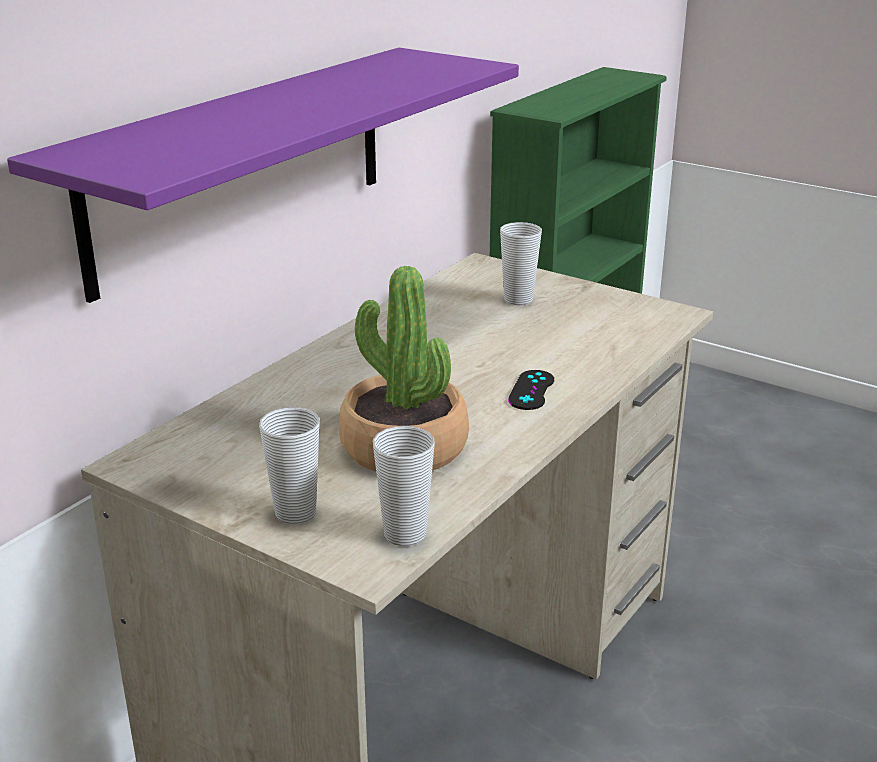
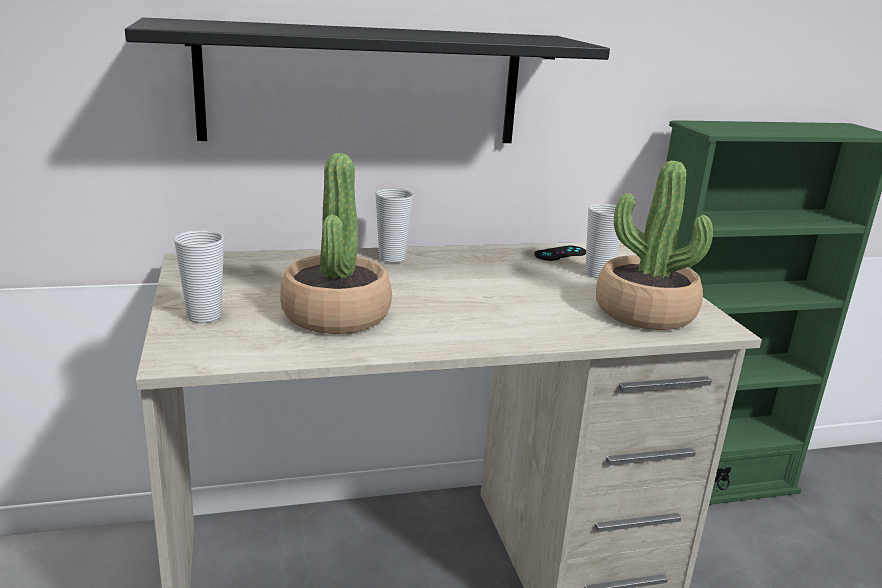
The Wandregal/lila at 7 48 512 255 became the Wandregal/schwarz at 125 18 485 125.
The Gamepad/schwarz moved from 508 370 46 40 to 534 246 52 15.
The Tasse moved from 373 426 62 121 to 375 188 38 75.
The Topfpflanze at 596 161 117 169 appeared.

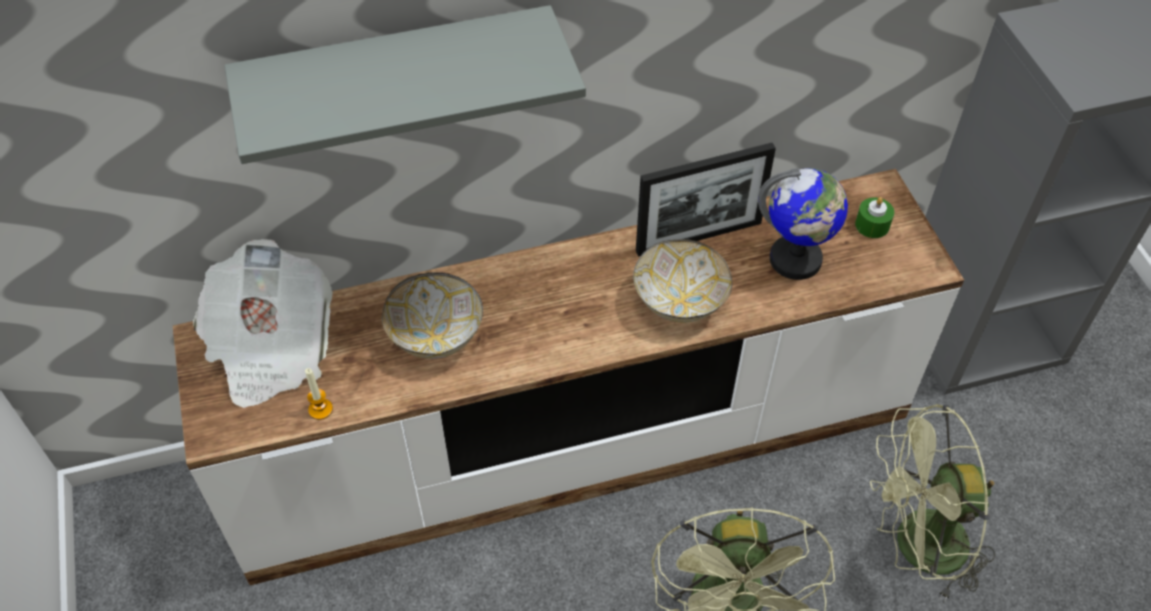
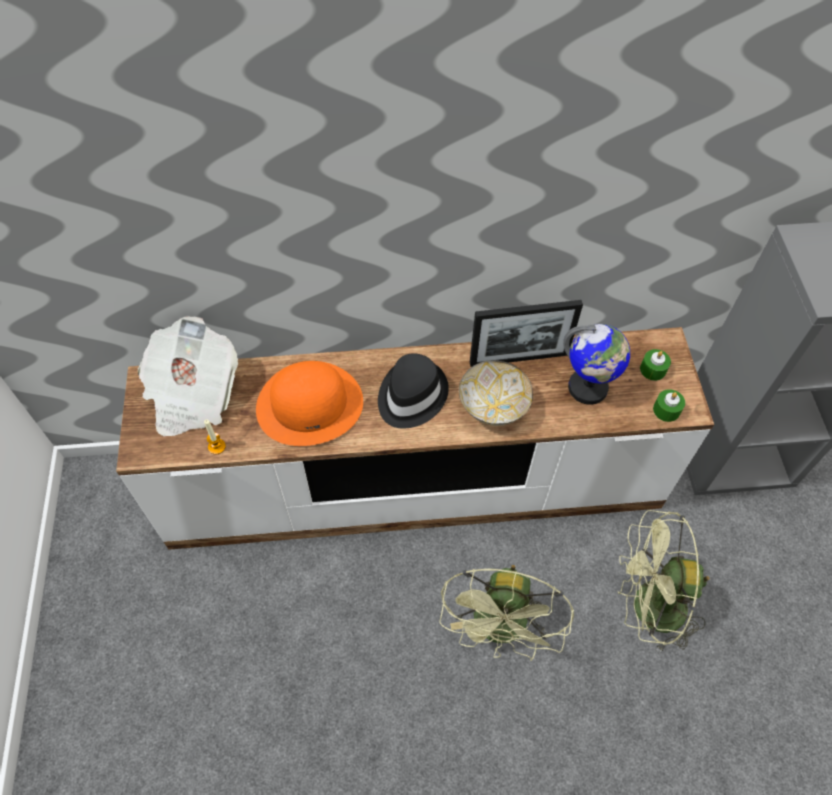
The Wandregal/grau at 224 5 362 159 disappeared.
The Schüssel at 382 272 101 87 was replaced by the Hut/orange at 256 361 107 85.
The Hut/schwarz at 378 353 71 76 appeared.
The Kerze/grün at 653 389 32 33 appeared.

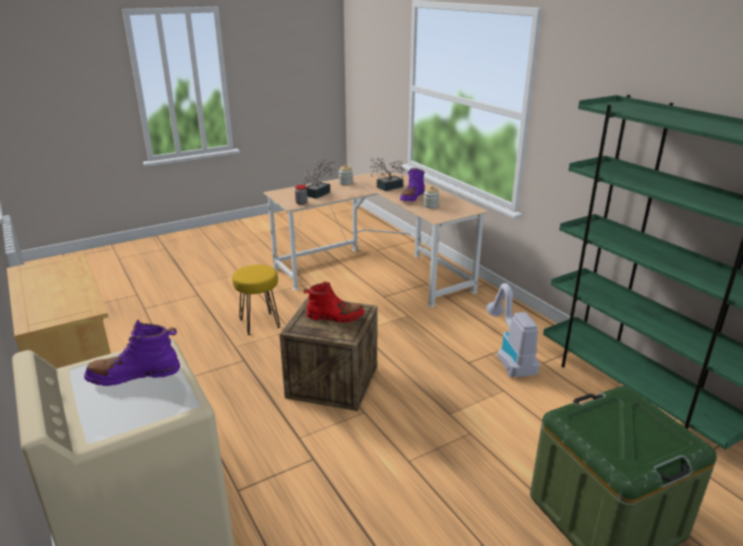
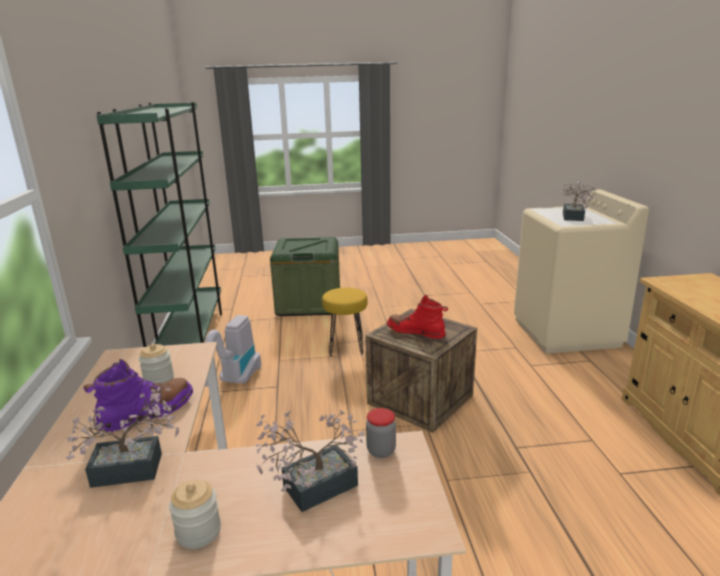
The Hocker/gelb moved from 232 265 48 70 to 322 288 46 68.
The Stiefel/lila at 84 320 96 66 was replaced by the Topfpflanze at 561 181 36 40.

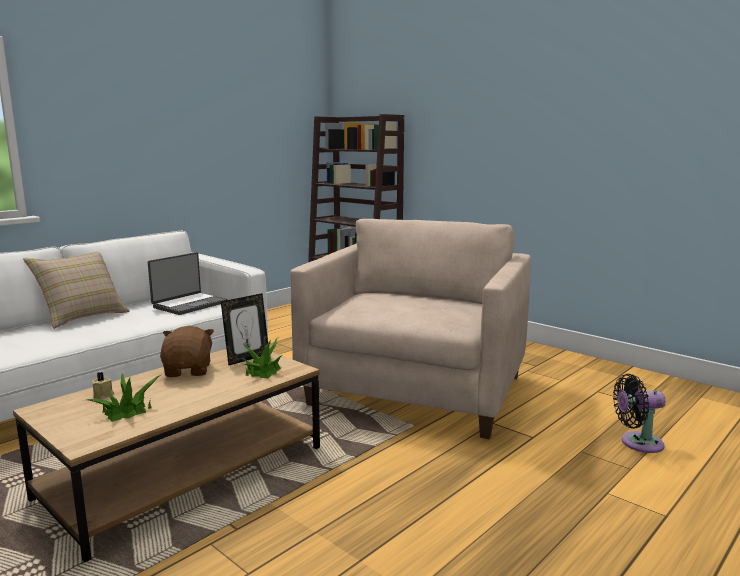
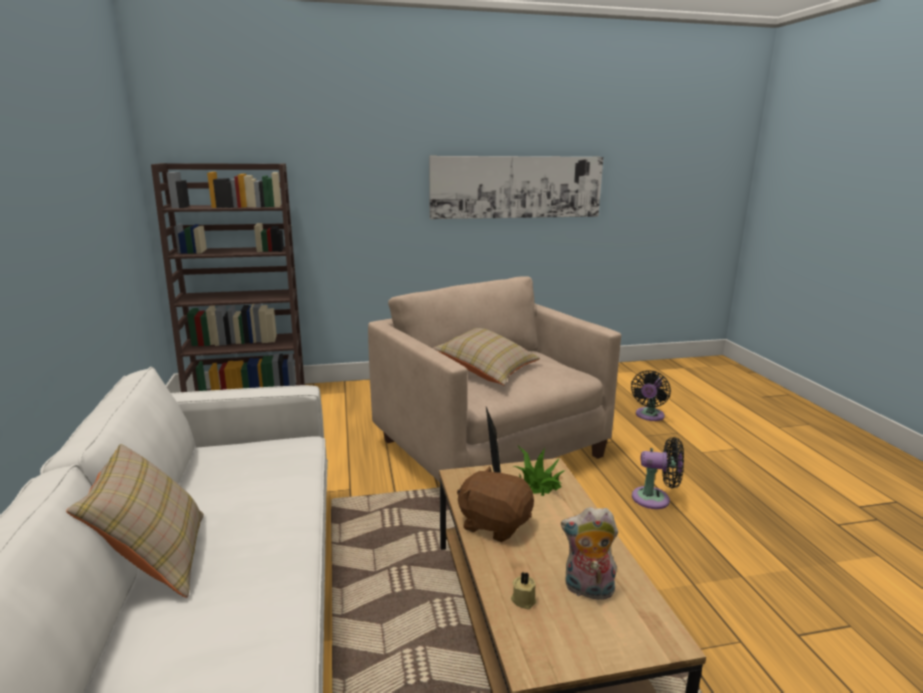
The Laptop at 148 252 80 63 disappeared.
The Topfpflanze at 87 373 74 49 was replaced by the Plüschtier at 561 507 57 93.
The Bild at 429 156 174 63 appeared.
The Kissen/beige at 433 328 107 58 appeared.
The Ventilator/schwarz at 632 437 52 72 appeared.

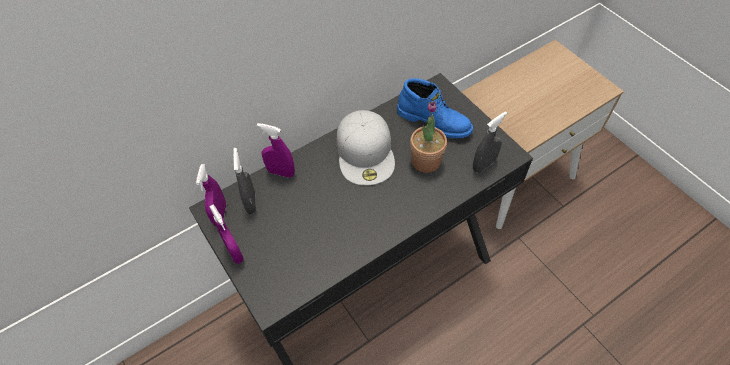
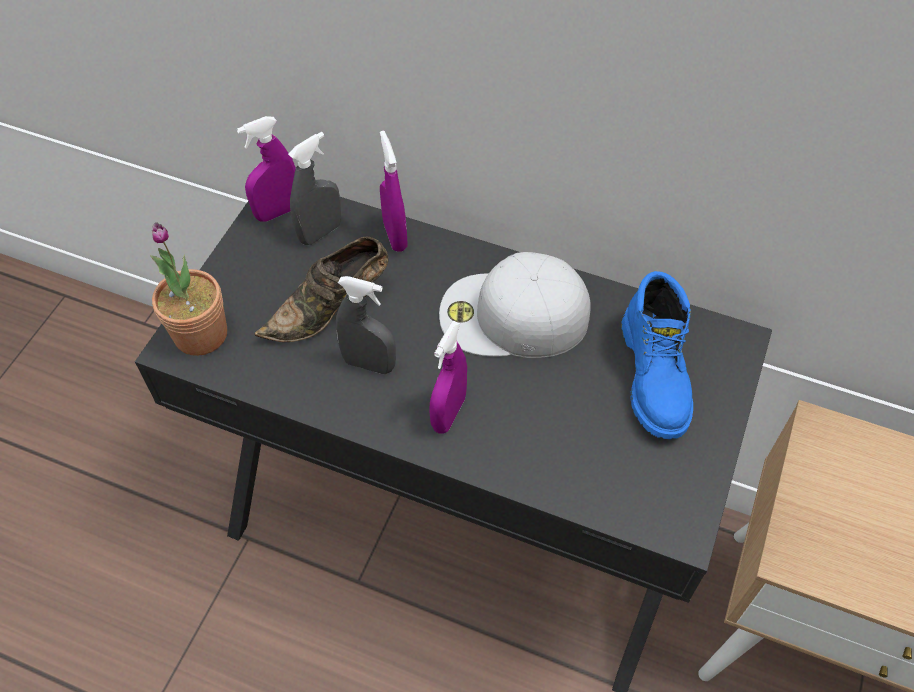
The Topfpflanze moved from 410 101 37 72 to 150 222 77 134.
The Kappe/weiß at 337 110 58 75 turned 45 degrees clockwise.
The Sprühflasche/grau moved from 473 111 34 62 to 336 276 60 98.
The Sprühflasche/lila moved from 209 204 35 60 to 430 321 37 113.
The Schuh/braun at 254 237 135 105 appeared.

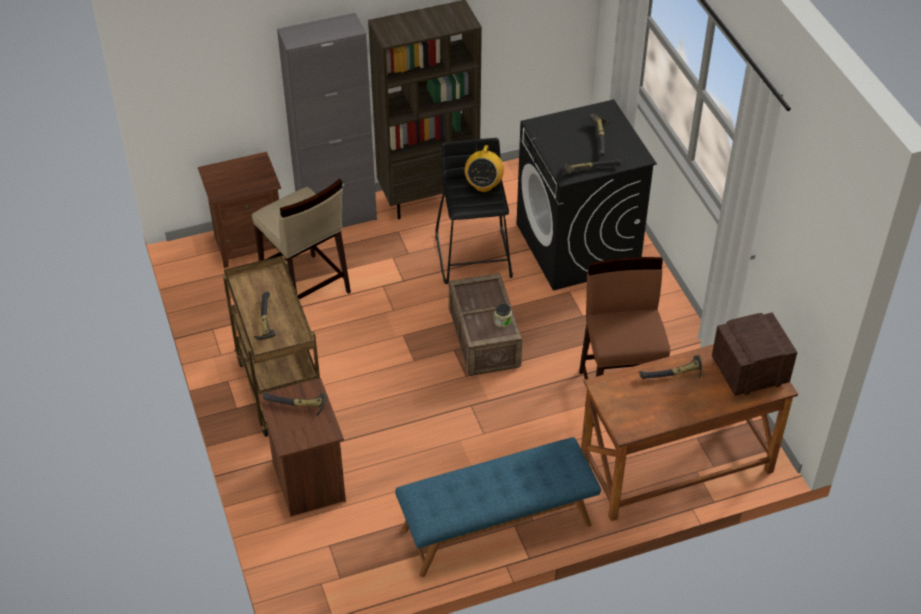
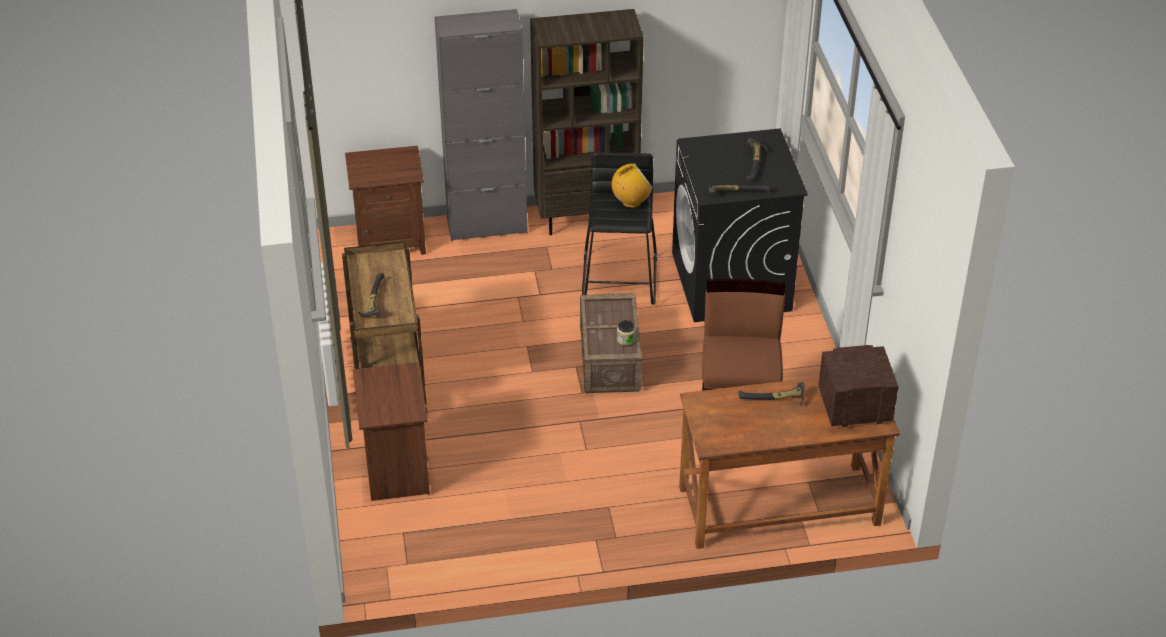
The Radio at 465 143 39 49 turned 135 degrees counterclockwise.
The Hocker/beige at 252 179 99 120 disappeared.
The Hammer at 263 391 64 25 disappeared.
The Bank/blau at 395 437 206 140 disappeared.

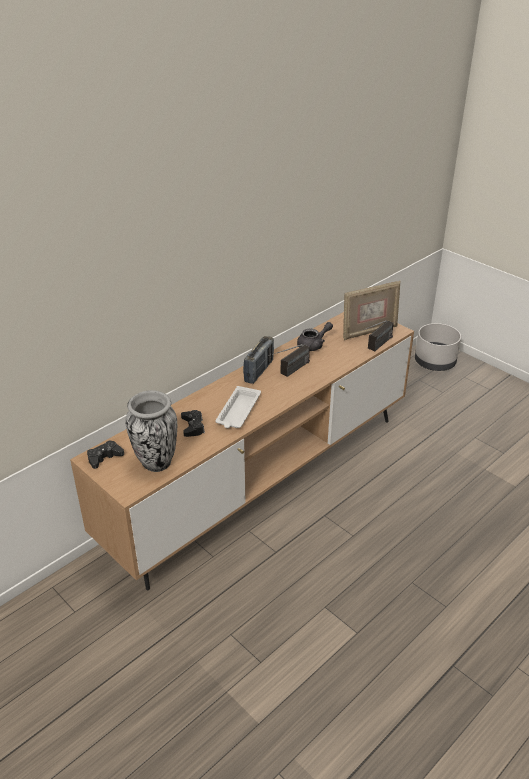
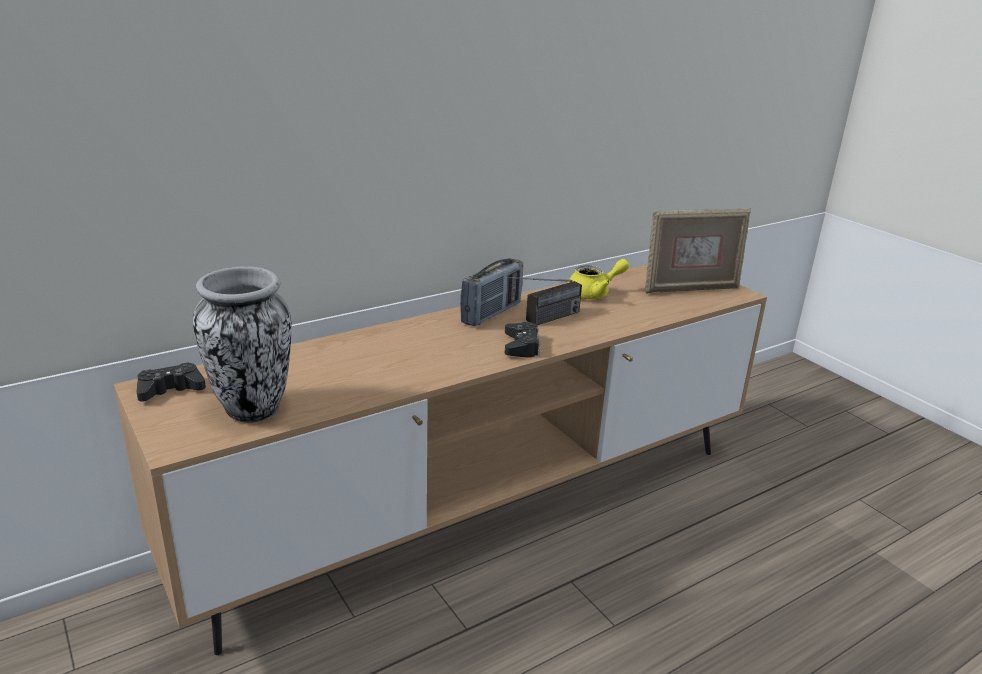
The Radio at 361 320 33 31 disappeared.
The Teekanne/grau at 297 322 36 29 became the Teekanne/gelb at 567 259 62 40.
The Pflanzkübel/grau at 415 323 46 48 disappeared.
The Tablett/weiß at 215 386 46 42 disappeared.
The Gamepad/schwarz moved from 181 410 24 27 to 505 322 35 36.

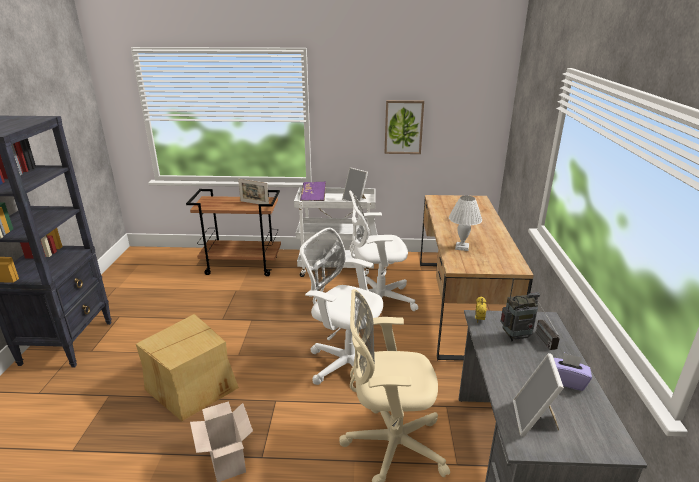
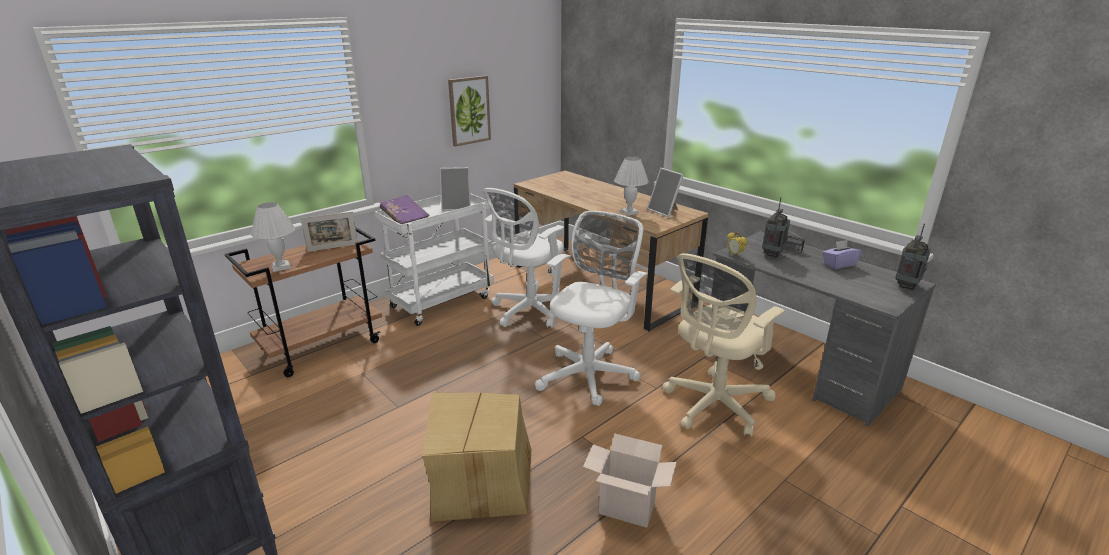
The Bürostuhl/weiß at 300 228 83 157 turned 135 degrees clockwise.
The Bilderrahmen moved from 513 353 51 84 to 647 168 37 49.
The Tischlampe/weiß at 251 202 44 70 appeared.
The Radio at 896 224 35 66 appeared.

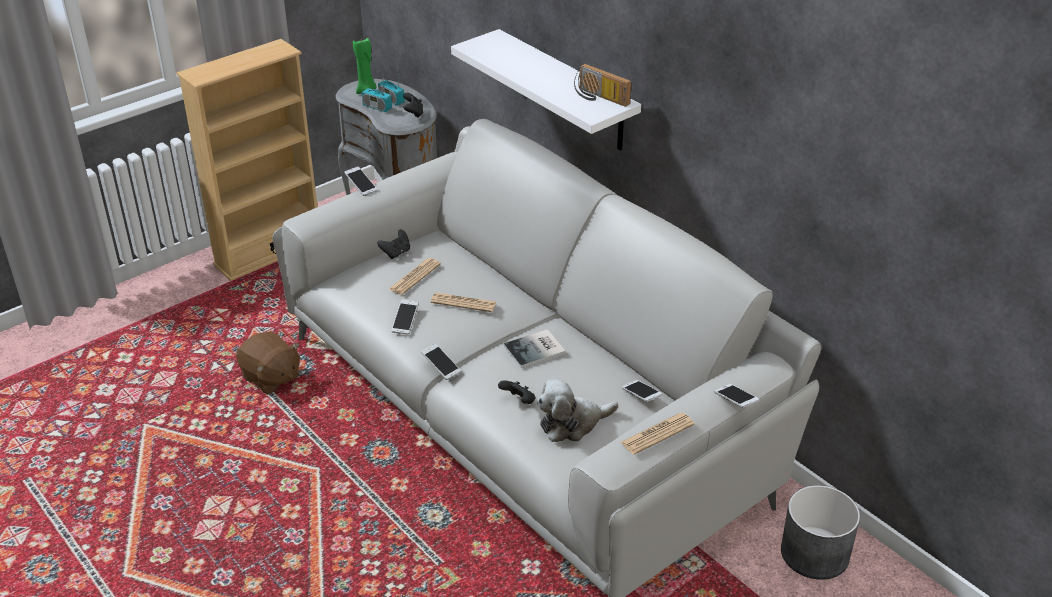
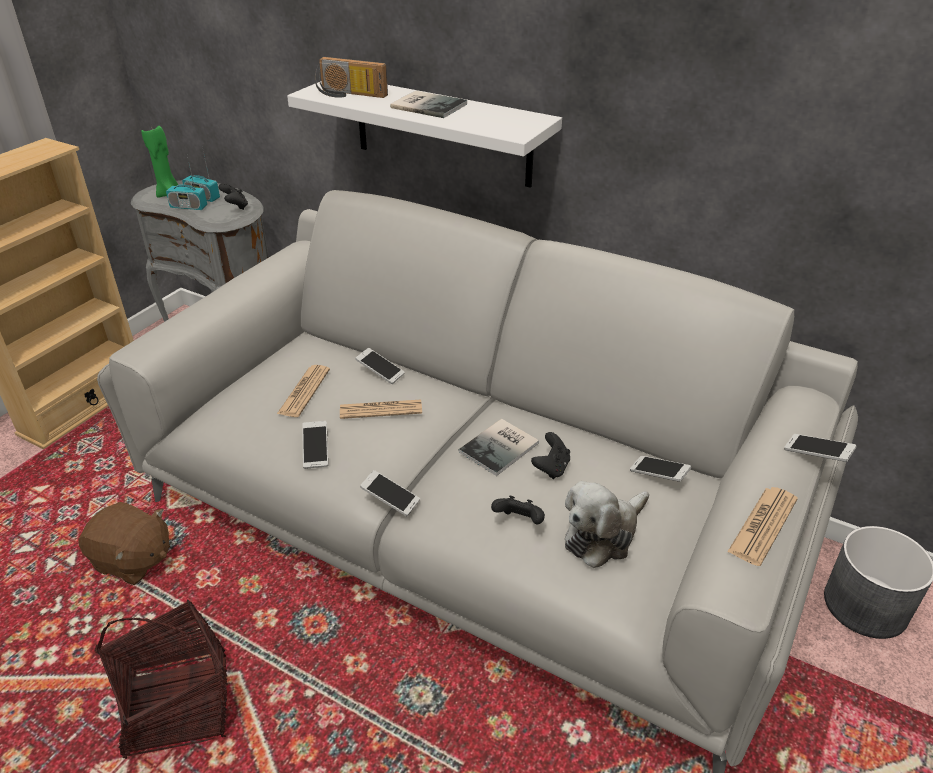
The Radio moved from 574 64 58 43 to 315 57 73 41.
The Handy moved from 344 167 33 29 to 355 348 50 36.
The Gamepad/schwarz moved from 377 229 33 30 to 531 432 39 47.
The Buch at 390 91 77 27 appeared.
The Korb at 94 600 134 159 appeared.

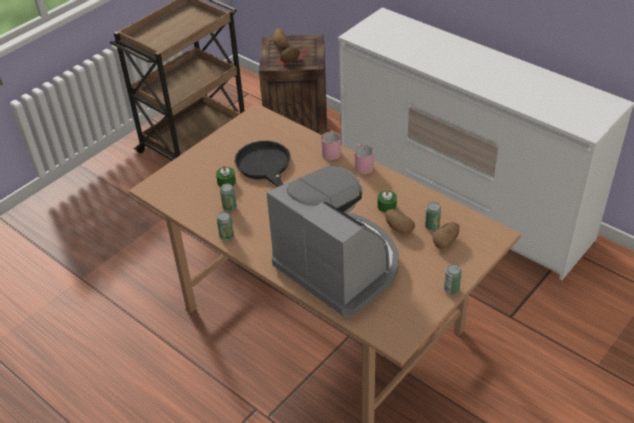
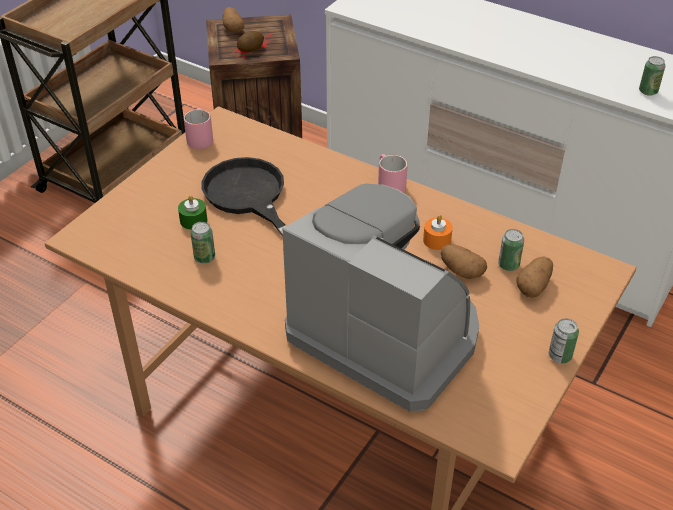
The Henkelbecher/rosa moved from 321 130 20 30 to 184 108 29 41.
The Kerze/grün at 377 189 20 24 became the Kerze/orange at 423 215 30 35.
The Dose moved from 217 212 17 28 to 639 56 26 40.

